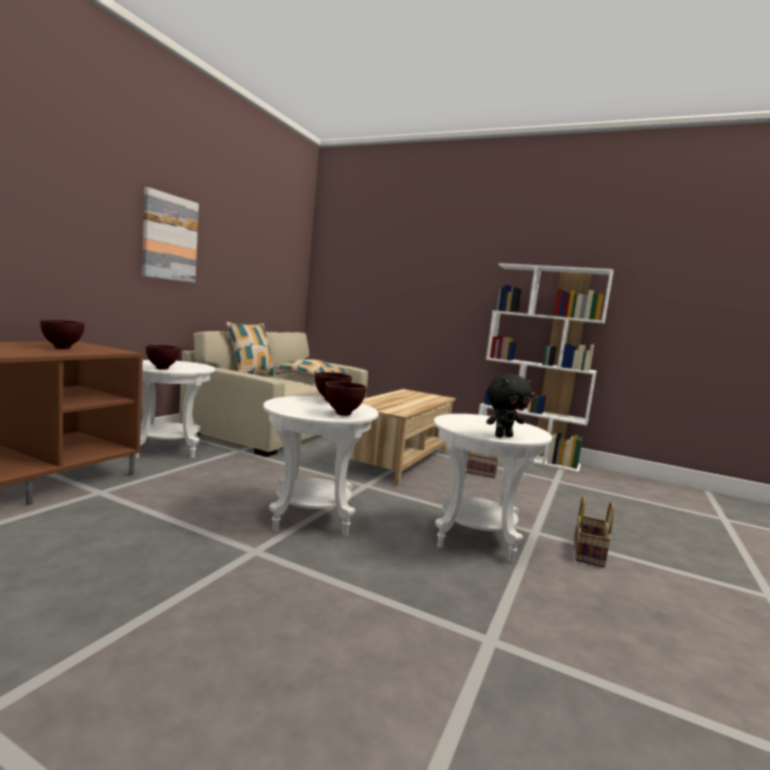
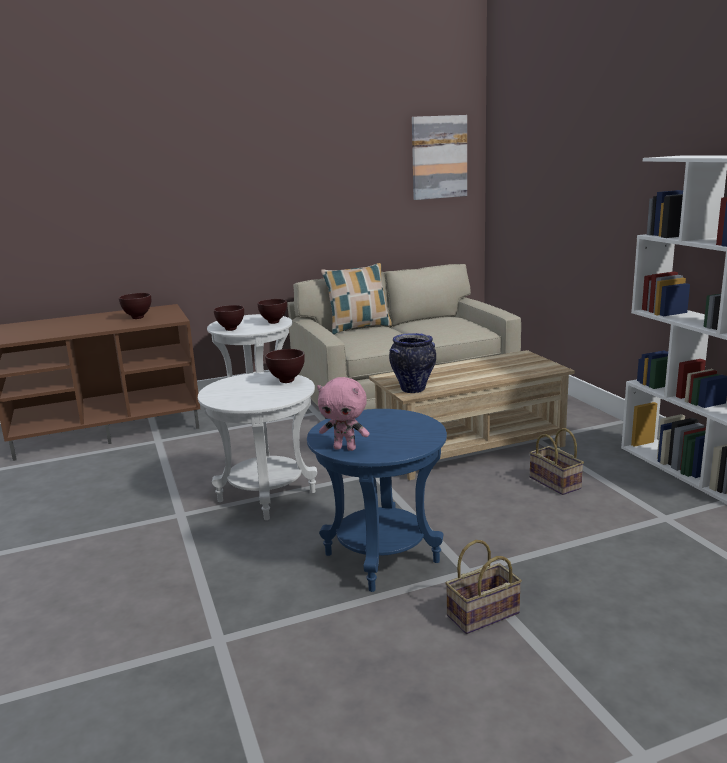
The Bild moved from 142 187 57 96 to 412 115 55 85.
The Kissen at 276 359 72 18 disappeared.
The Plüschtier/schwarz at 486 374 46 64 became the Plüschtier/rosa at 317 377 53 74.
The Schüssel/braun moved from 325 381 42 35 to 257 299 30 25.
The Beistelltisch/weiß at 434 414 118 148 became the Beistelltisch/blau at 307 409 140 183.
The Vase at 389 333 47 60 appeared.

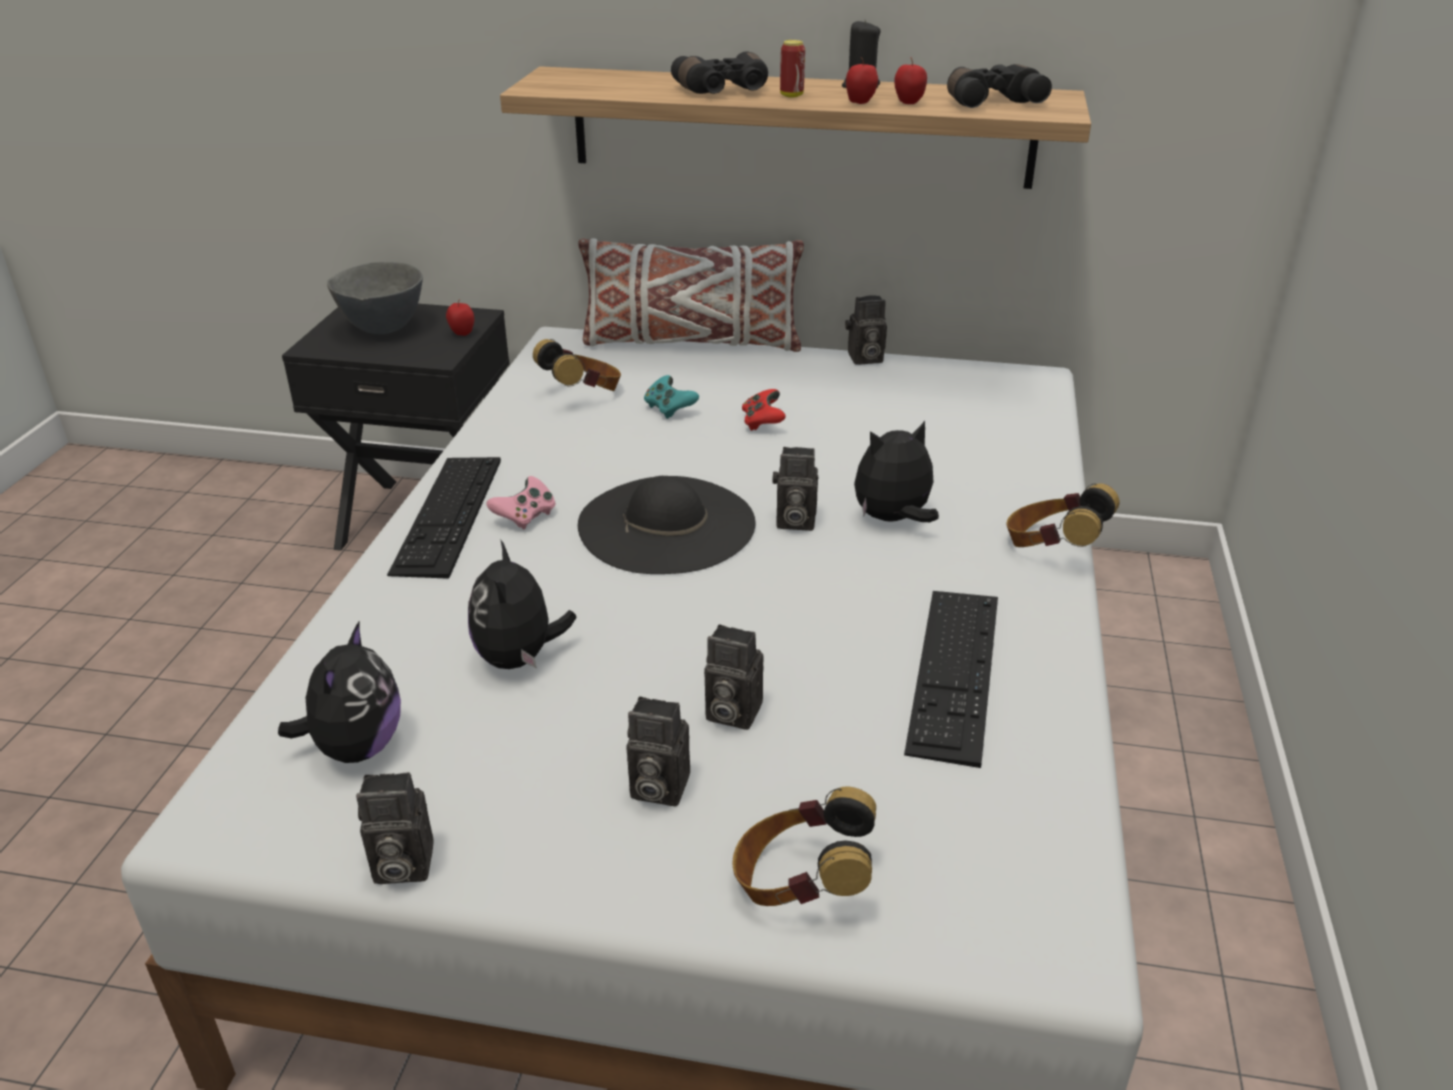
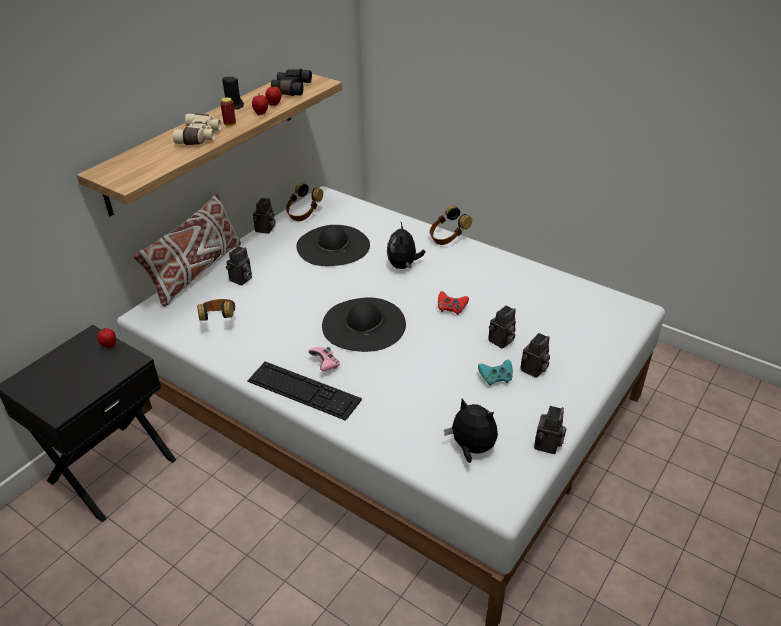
The Fernglas/schwarz at 671 51 97 43 became the Fernglas/beige at 173 113 48 32.
The Schüssel/grau at 327 262 96 72 disappeared.
The Gamepad/türkis moved from 644 375 55 44 to 478 360 35 26.
The Gamepad/rot moved from 742 389 44 42 to 438 291 31 24.
The Kamera moved from 773 447 46 84 to 226 246 26 39.
The Plüschtier at 468 539 109 130 disappeared.
The Tastatur at 904 591 94 177 disappeared.
The Kopfhörer moved from 733 786 143 120 to 286 183 37 38.
The Hut/schwarz at 296 225 74 41 appeared.

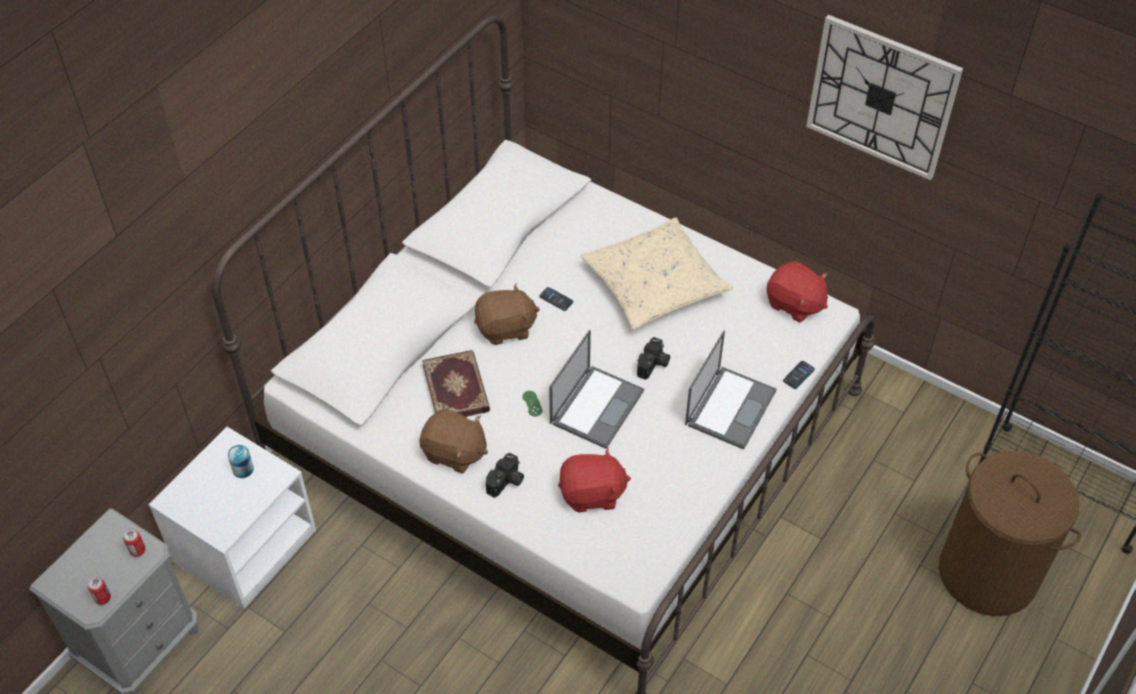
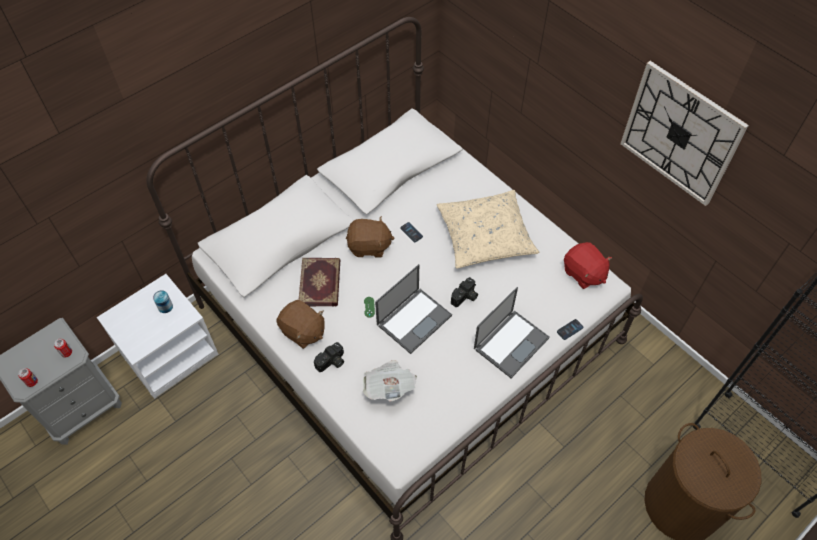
The Plüschtier/rot at 558 447 73 65 was replaced by the Zeitung at 363 360 54 42.

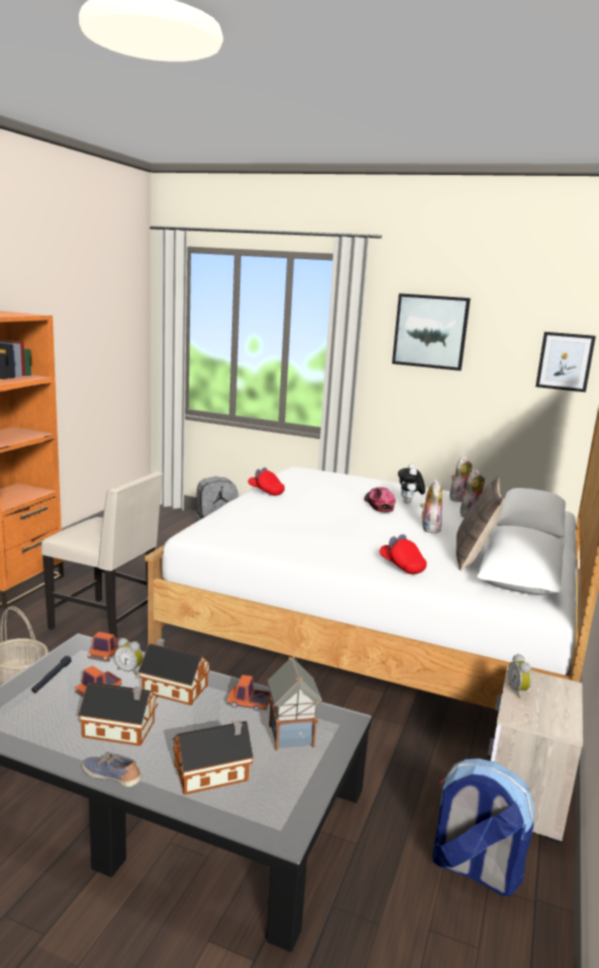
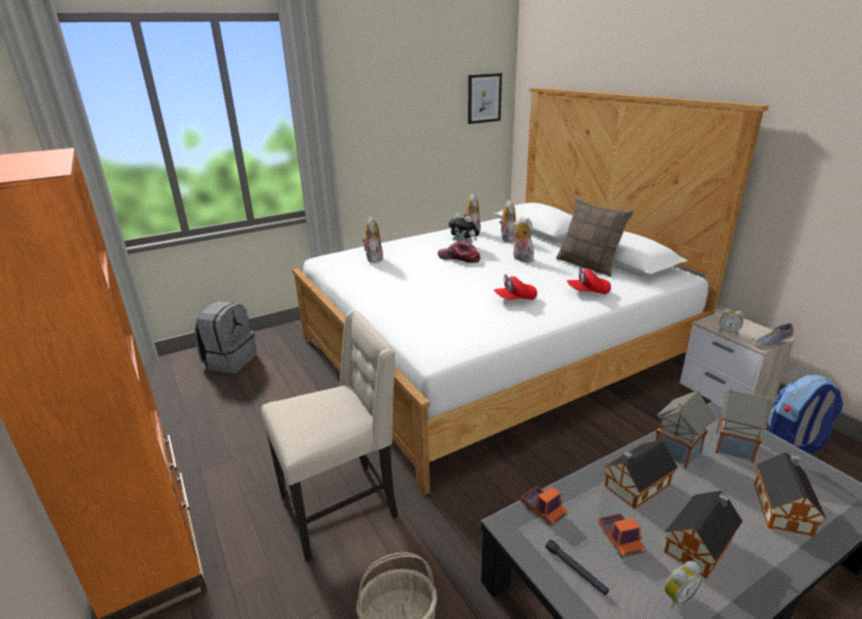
The Bild at 392 293 78 78 disappeared.
The Kappe/rot moved from 248 467 37 29 to 494 274 43 26.
The Wecker moved from 115 638 28 37 to 664 561 37 48.
The Spielzeuglaster at 227 675 44 36 was replaced by the Spielzeughaus at 656 389 58 79.
The Schuh moved from 82 753 60 34 to 754 323 39 27.
The Plüschtier at 362 217 21 46 appeared.

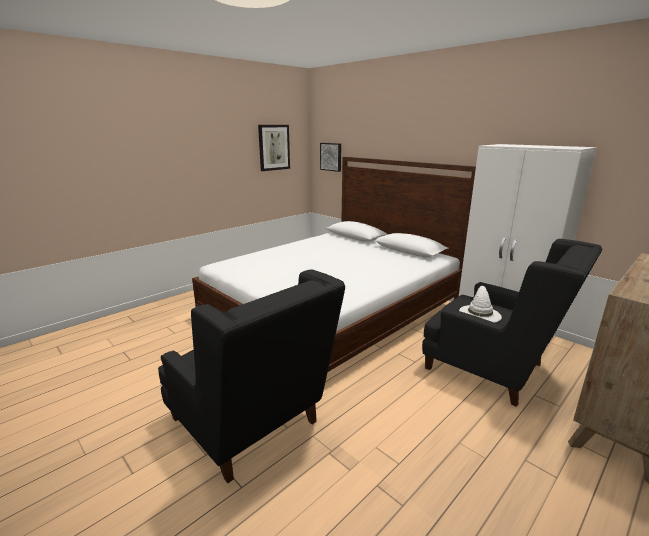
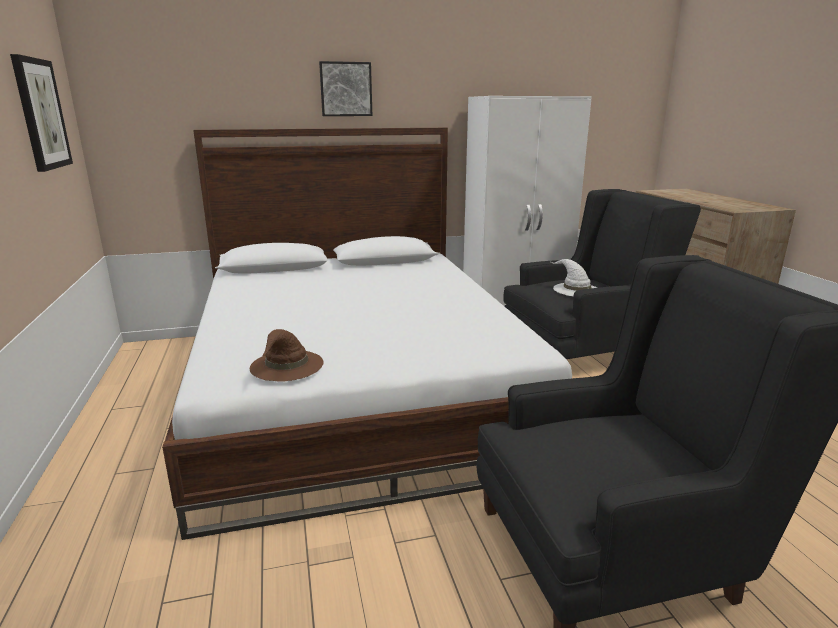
The Bild moved from 320 143 21 29 to 319 61 53 55.
The Hut/braun at 250 329 74 52 appeared.

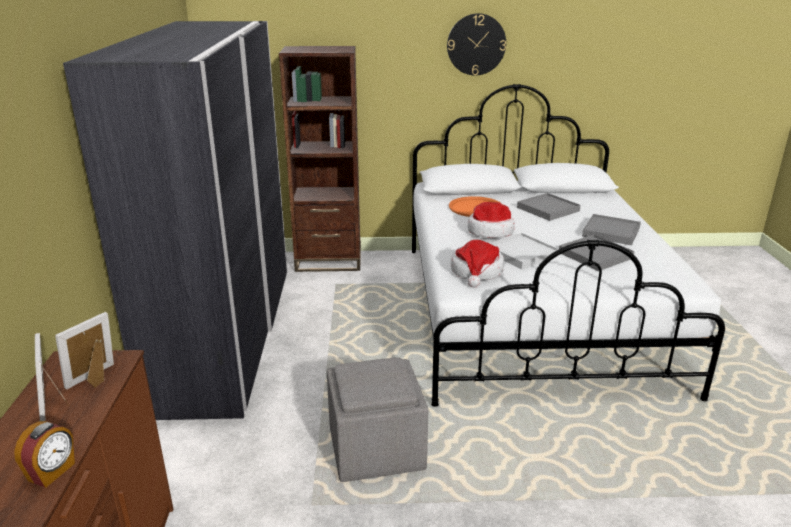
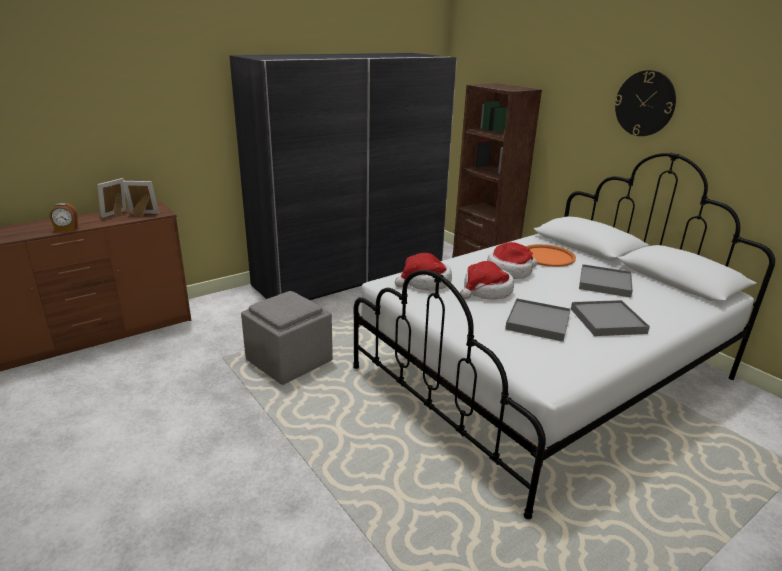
The Tablett/weiß at 489 233 69 36 was replaced by the Hut at 460 261 54 39.

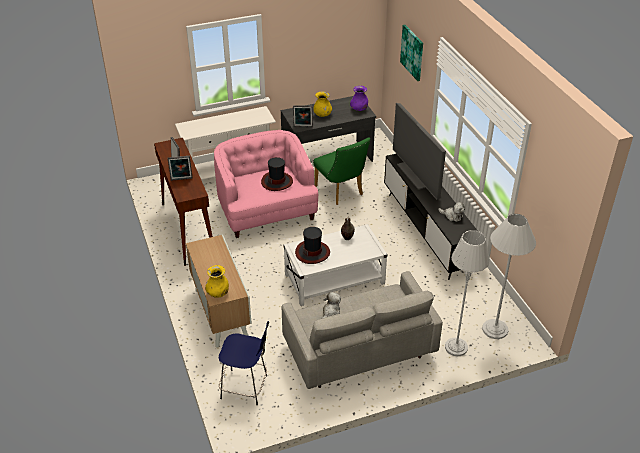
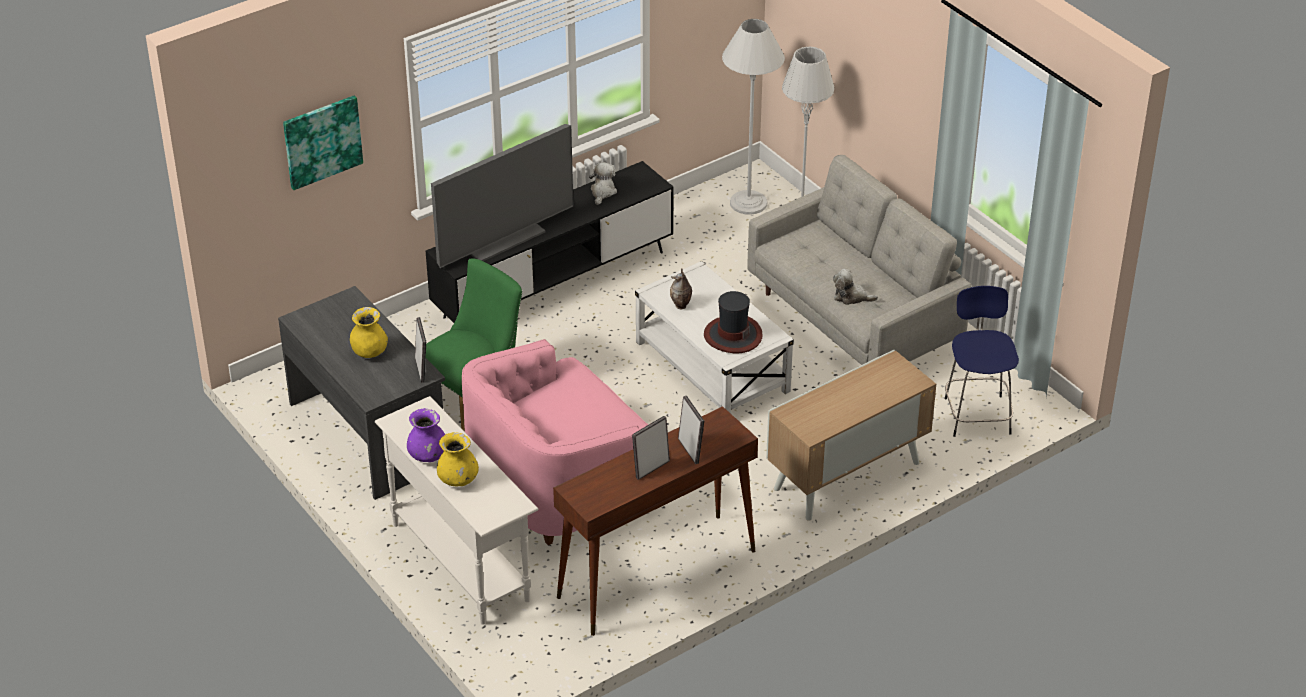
The Vase/lila moved from 350 86 18 25 to 407 408 38 54.
The Hut at 261 157 32 34 disappeared.
The Vase/gelb moved from 205 265 24 33 to 437 432 42 54.

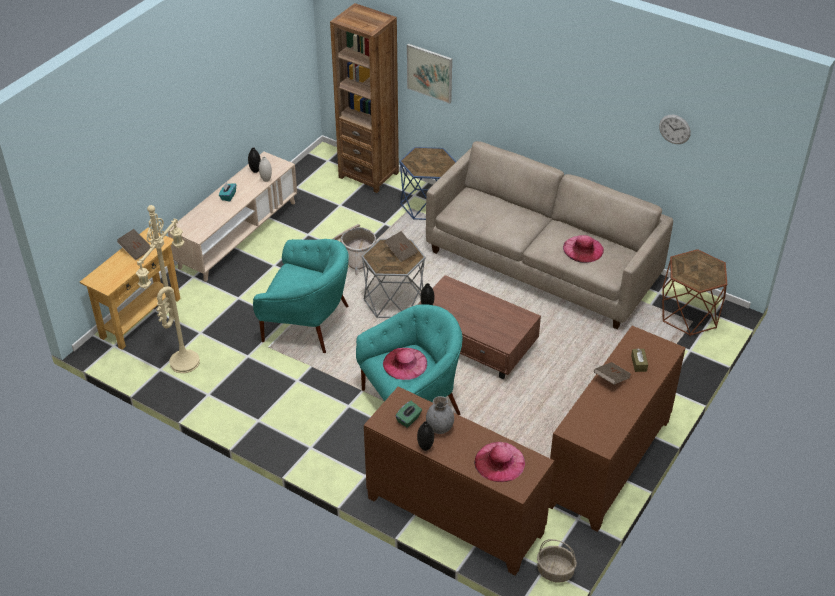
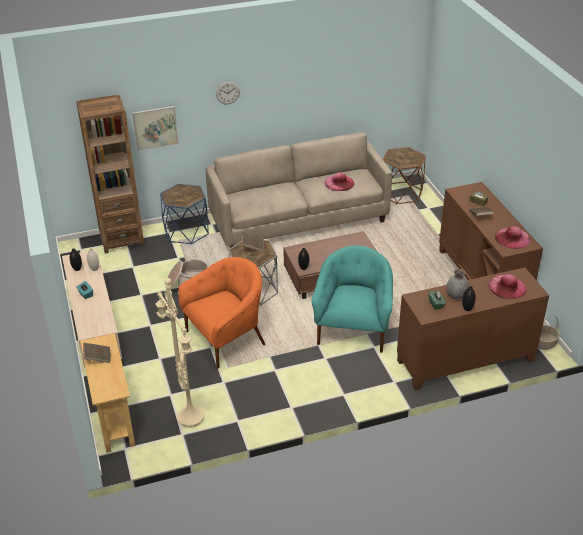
The Wanduhr moved from 659 115 32 29 to 216 82 24 22.
The Sessel/türkis at 253 239 96 114 became the Sessel/orange at 178 257 87 112.
The Hut/rosa moved from 383 348 44 32 to 495 226 35 23.

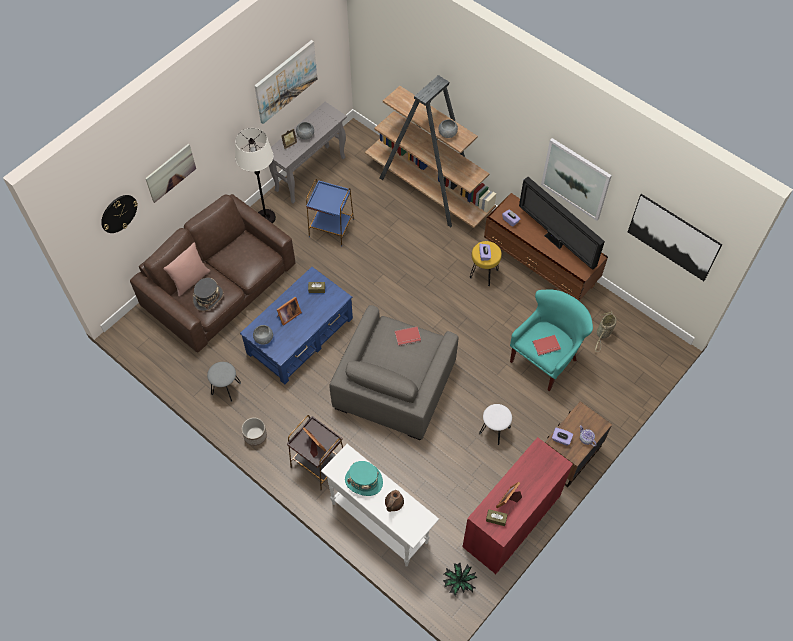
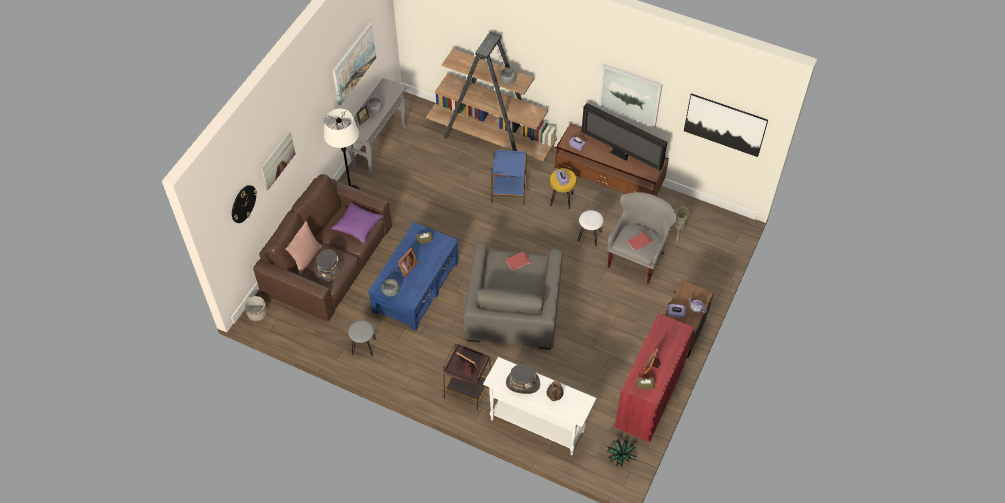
The Beistelltisch/blau moved from 306 179 48 68 to 492 149 35 57.
The Sessel/türkis at 510 290 83 102 became the Sessel/grau at 607 192 70 92.
The Hocker/weiß moved from 479 404 33 41 to 578 210 26 37.
The Pflanzkübel moved from 242 418 25 28 to 244 296 24 26.
The Hut/türkis at 345 461 38 35 became the Hut/grau at 506 364 34 30.
The Kissen/lila at 332 202 51 42 appeared.

